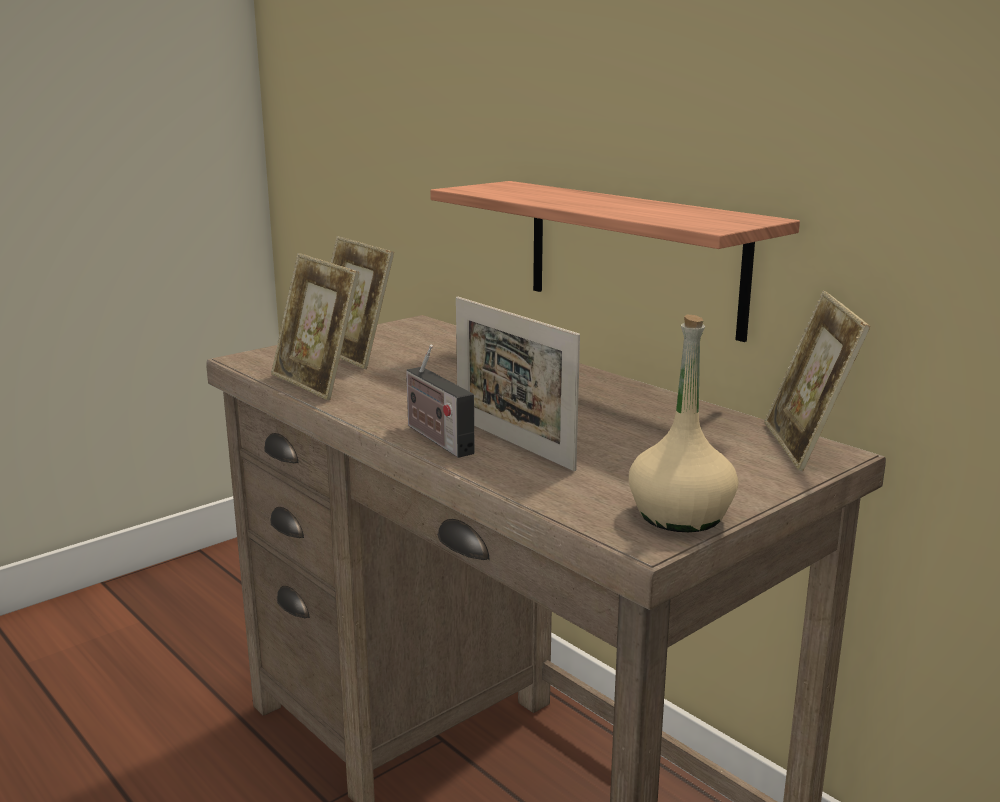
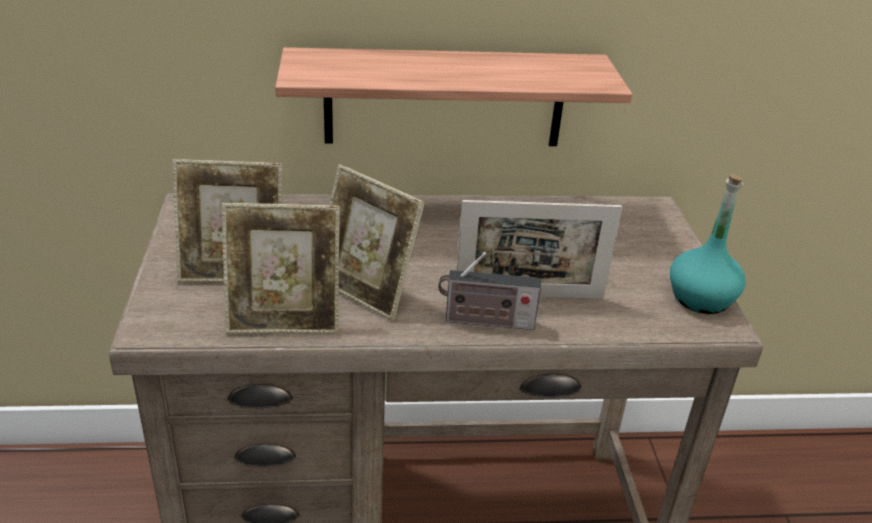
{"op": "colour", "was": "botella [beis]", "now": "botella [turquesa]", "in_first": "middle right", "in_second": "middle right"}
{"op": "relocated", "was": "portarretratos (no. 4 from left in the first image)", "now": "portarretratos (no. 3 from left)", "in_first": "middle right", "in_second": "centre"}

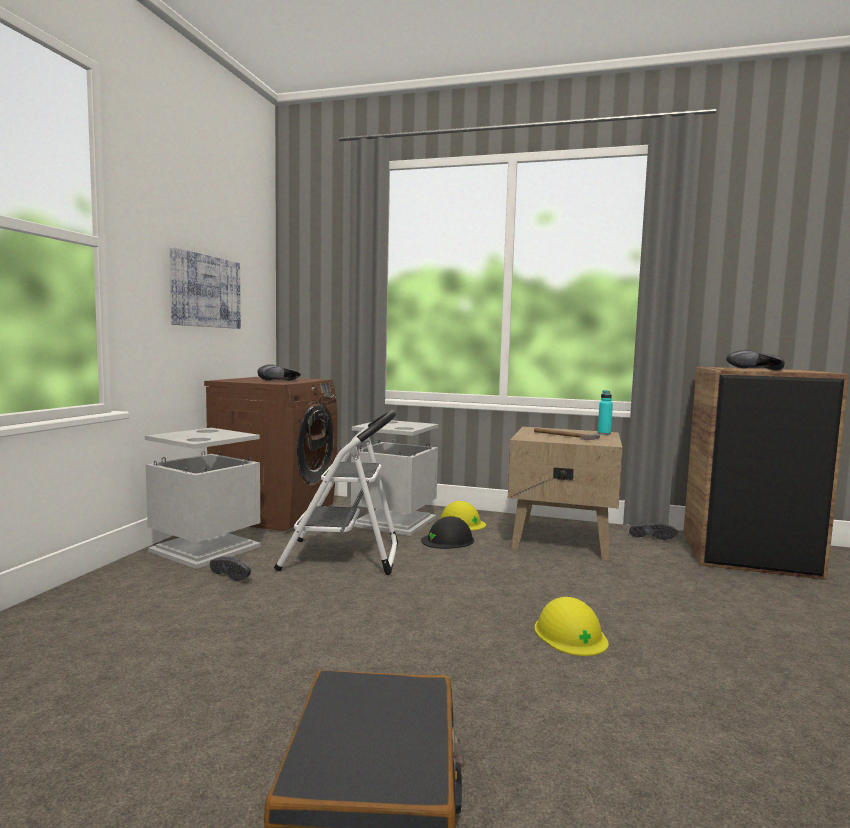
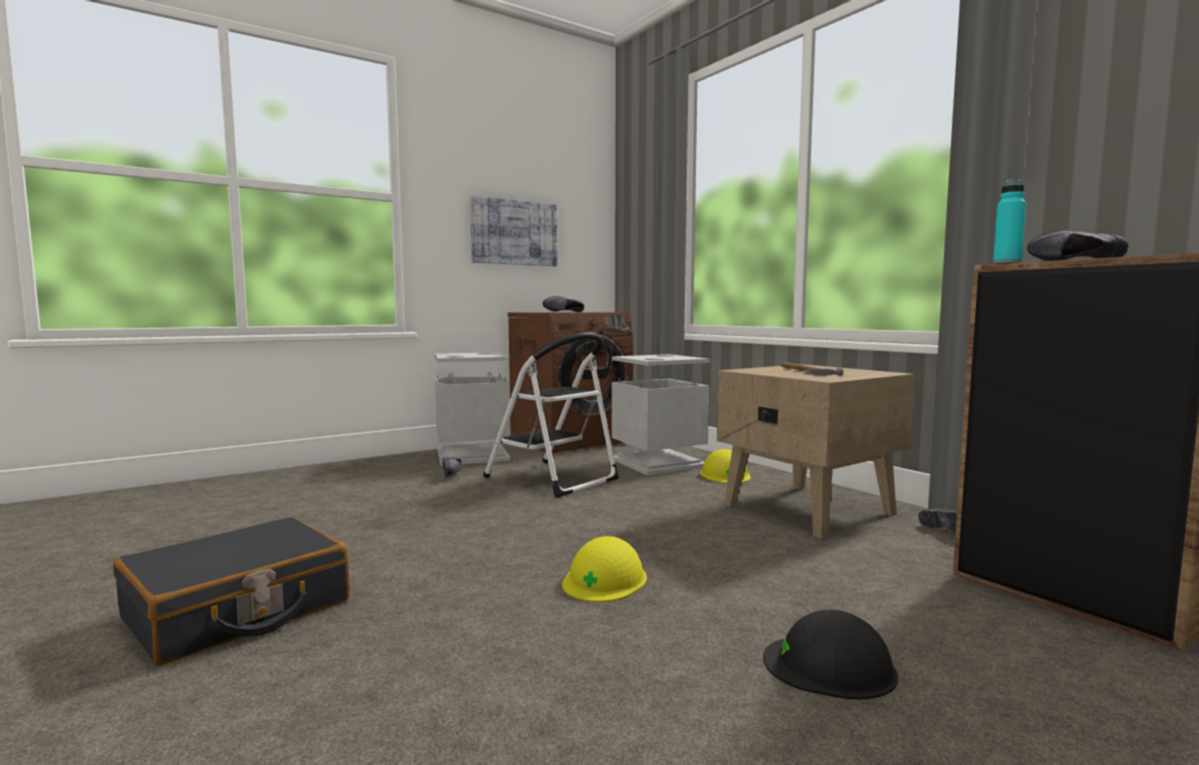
{"op": "relocated", "was": "casco [negro]", "in_first": "centre", "in_second": "bottom right"}
{"op": "relocated", "was": "botella [turquesa]", "in_first": "middle right", "in_second": "top right"}

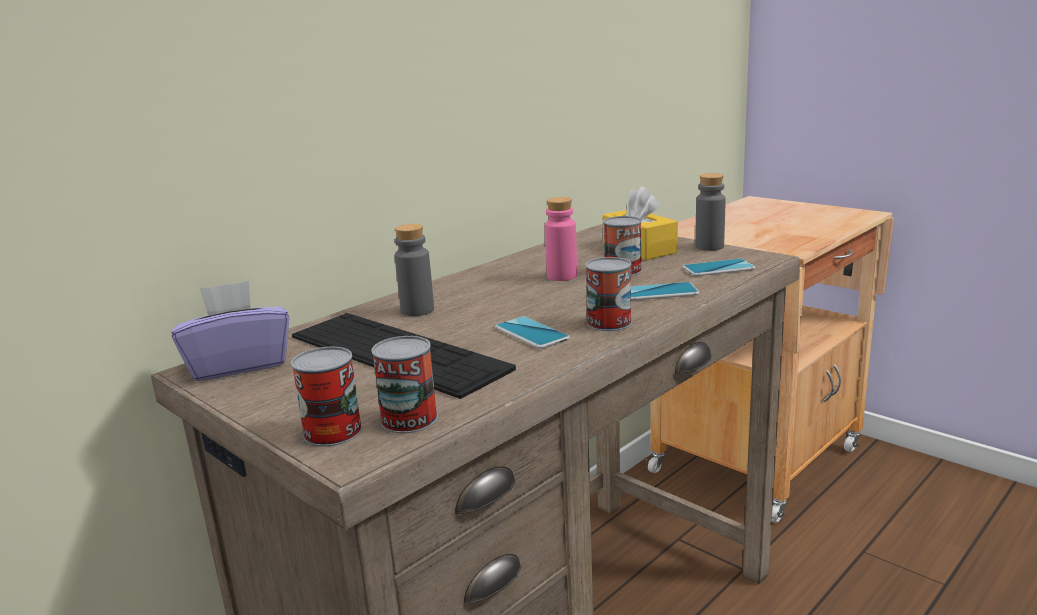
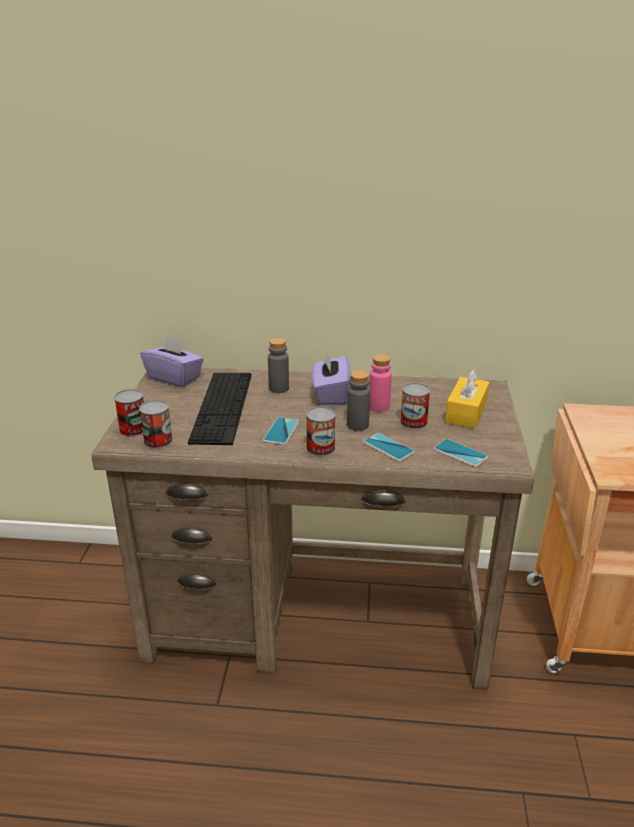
{"op": "relocated", "was": "botella [gris] (no. 2 from left)", "in_first": "middle right", "in_second": "centre"}
{"op": "appeared", "now": "caja de pañuelos [morado] (no. 2 from left)", "in_second": "centre"}

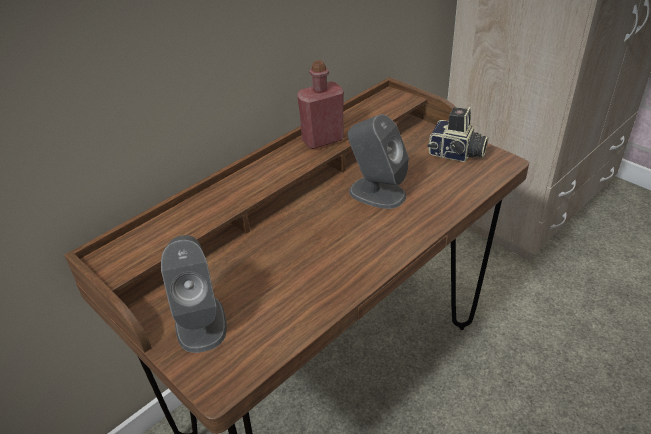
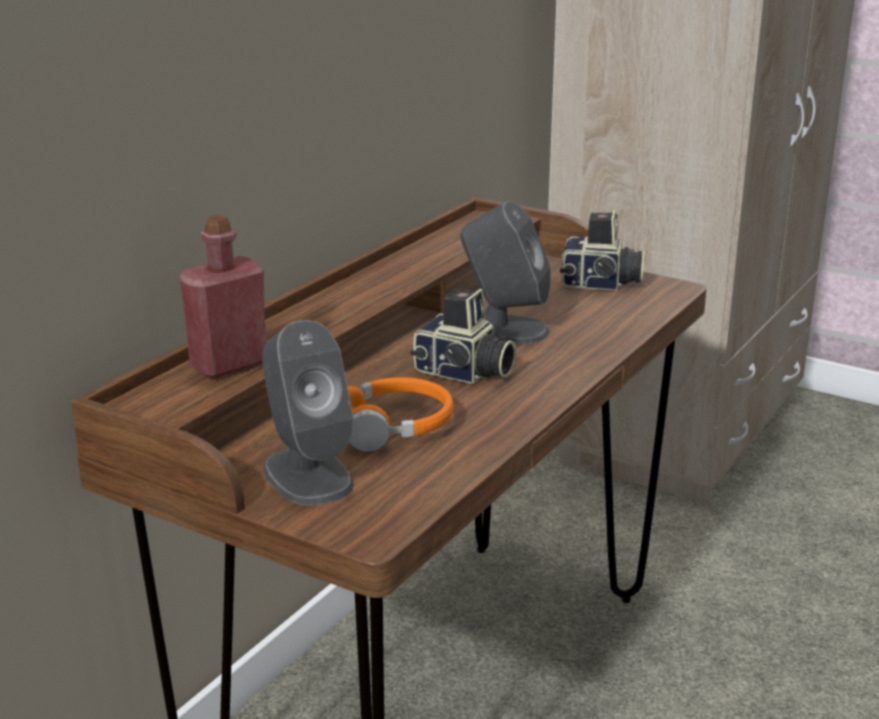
{"op": "relocated", "was": "botella [rojo]", "in_first": "top centre", "in_second": "middle left"}
{"op": "appeared", "now": "auriculares [naranja]", "in_second": "centre"}
{"op": "appeared", "now": "cámara (no. 1 from left)", "in_second": "centre"}

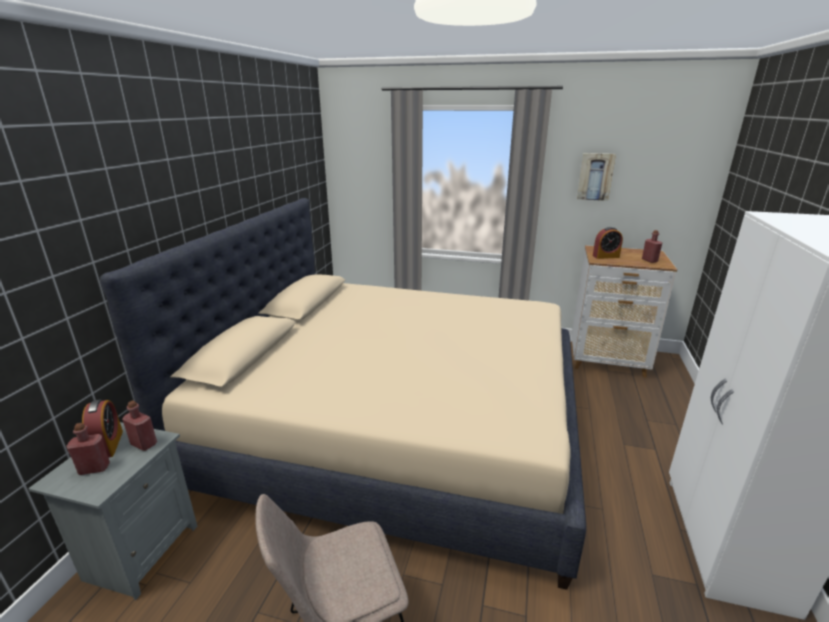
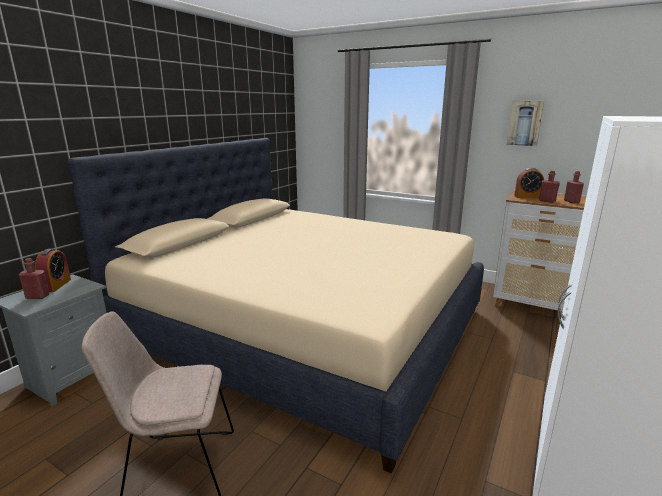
{"op": "relocated", "was": "botella [rojo] (no. 2 from left)", "in_first": "bottom left", "in_second": "middle right"}

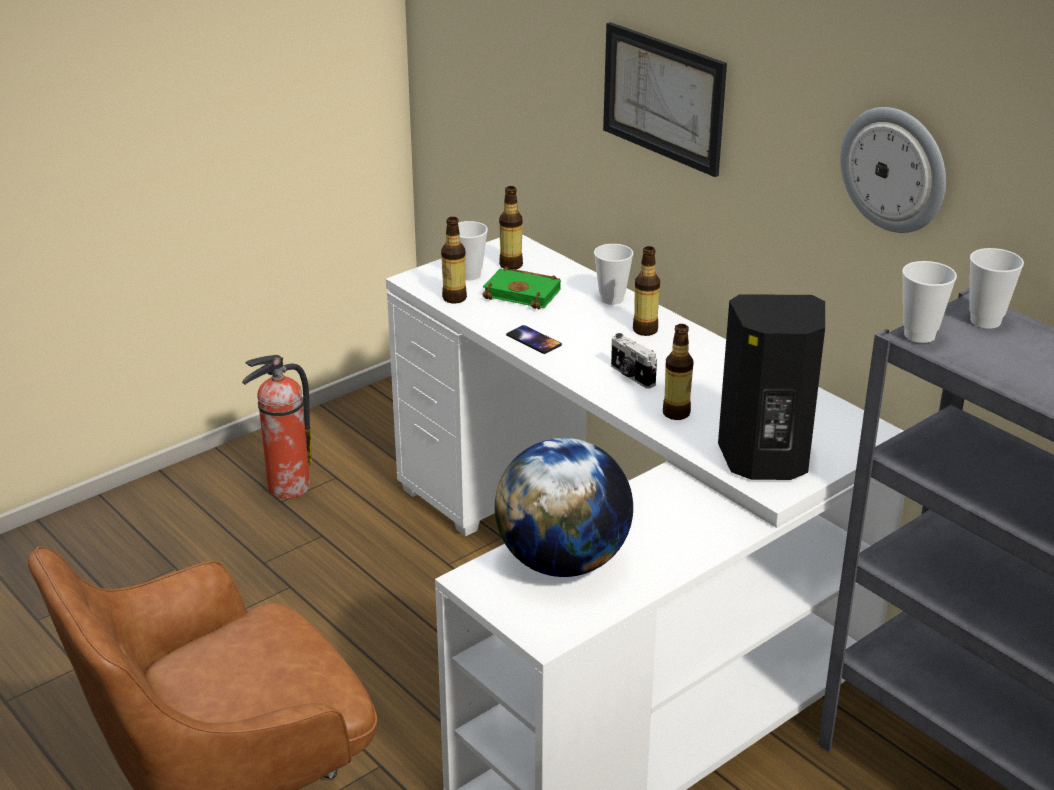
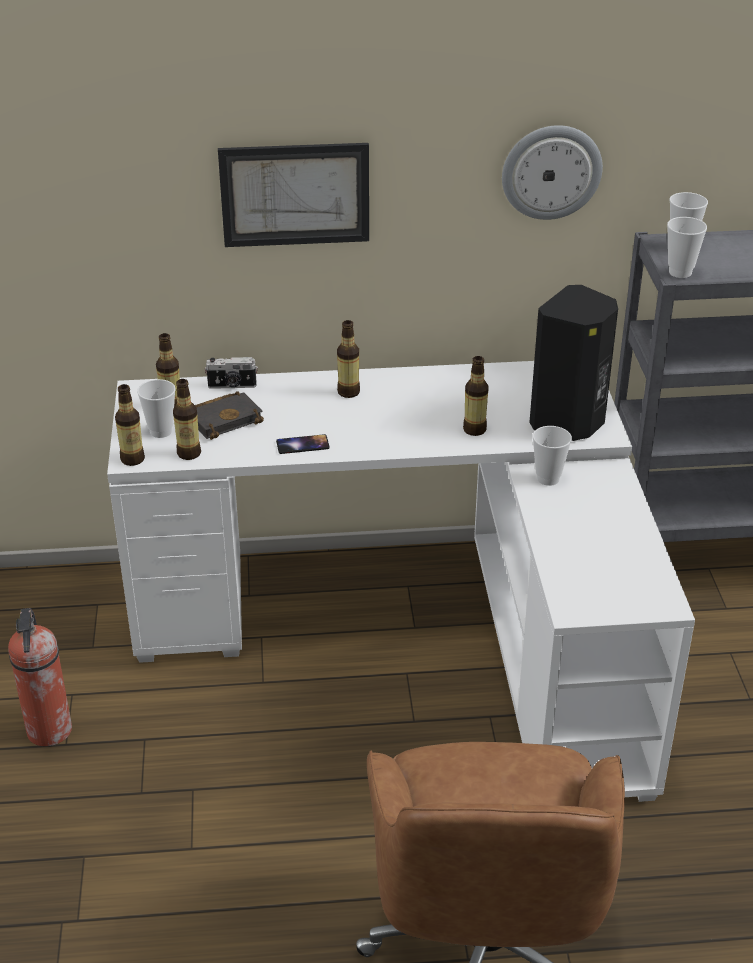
{"op": "colour", "was": "libro [verde]", "now": "libro [negro]", "in_first": "centre", "in_second": "middle left"}
{"op": "missing", "was": "globo terráqueo", "in_first": "centre"}
{"op": "relocated", "was": "taza (no. 2 from left)", "in_first": "centre", "in_second": "middle right"}
{"op": "relocated", "was": "cámara", "in_first": "centre", "in_second": "middle left"}
{"op": "appeared", "now": "botella (no. 1 from left)", "in_second": "middle left"}

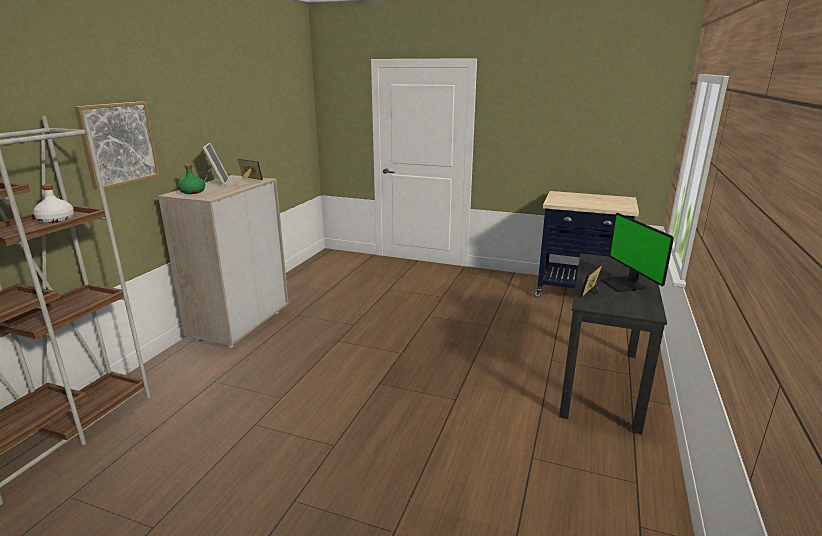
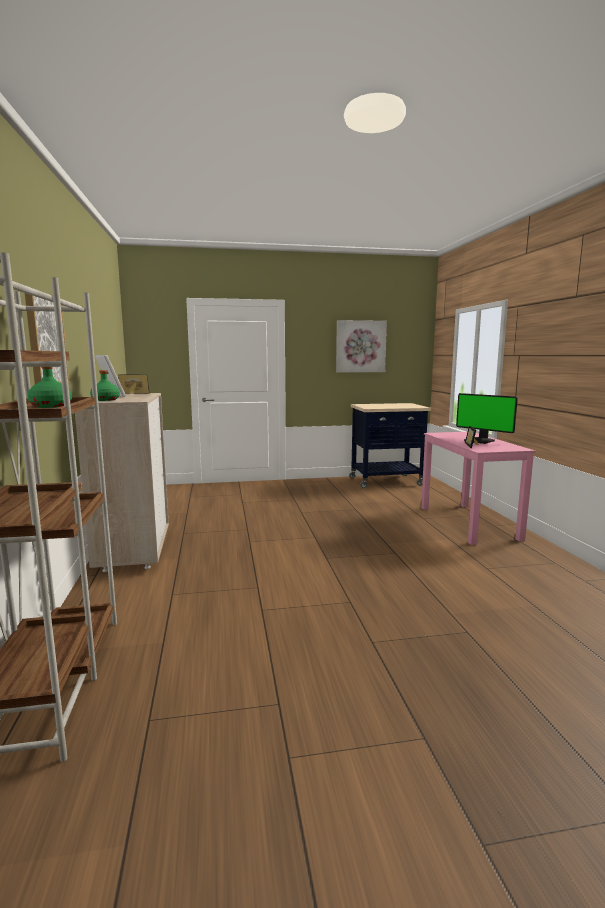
{"op": "colour", "was": "botella [blanco]", "now": "botella [verde] (no. 1 from left)", "in_first": "middle left", "in_second": "middle left"}
{"op": "colour", "was": "escritorio [negro]", "now": "escritorio [rosa]", "in_first": "middle right", "in_second": "middle right"}
{"op": "appeared", "now": "cuadro (no. 2 from left)", "in_second": "centre"}

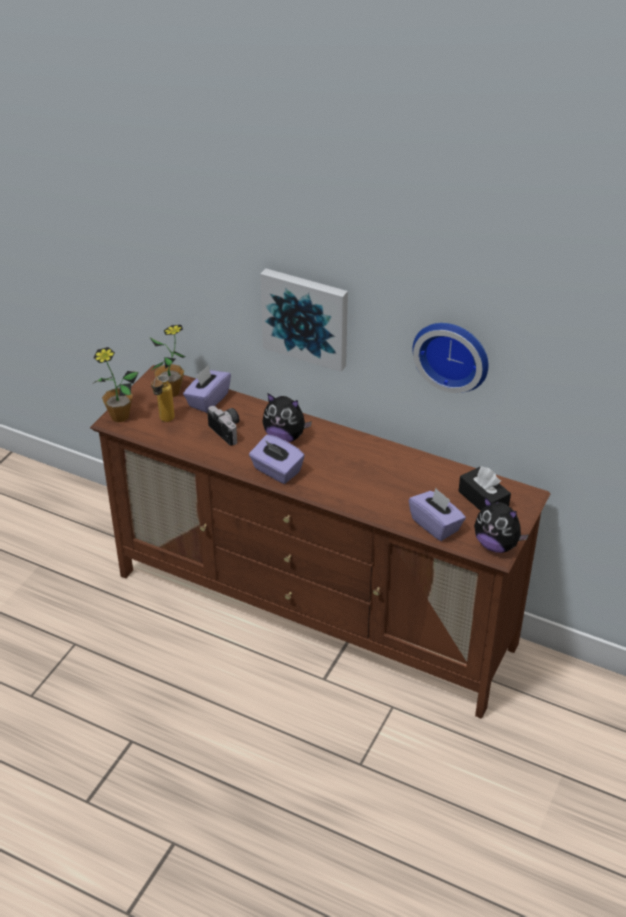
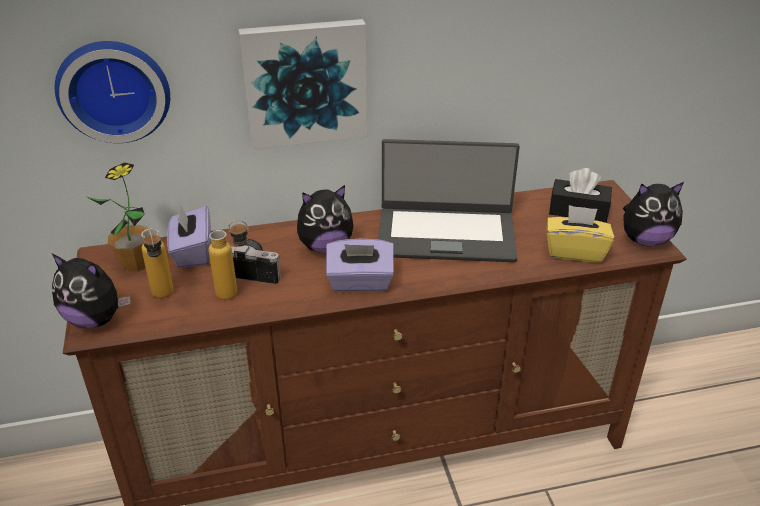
{"op": "exchanged", "was": "planta en maceta (no. 1 from left)", "now": "peluche (no. 1 from left)", "in_first": "middle left", "in_second": "middle left"}
{"op": "colour", "was": "caja de pañuelos [morado] (no. 3 from left)", "now": "caja de pañuelos [amarillo]", "in_first": "middle right", "in_second": "middle right"}
{"op": "relocated", "was": "reloj de pared", "in_first": "middle right", "in_second": "top left"}
{"op": "appeared", "now": "botella (no. 2 from left)", "in_second": "middle left"}
{"op": "appeared", "now": "portátil", "in_second": "centre"}

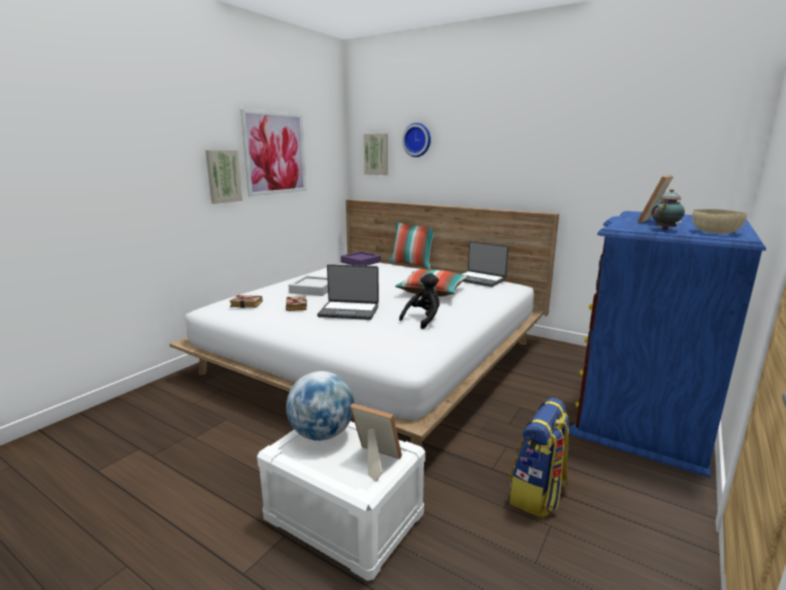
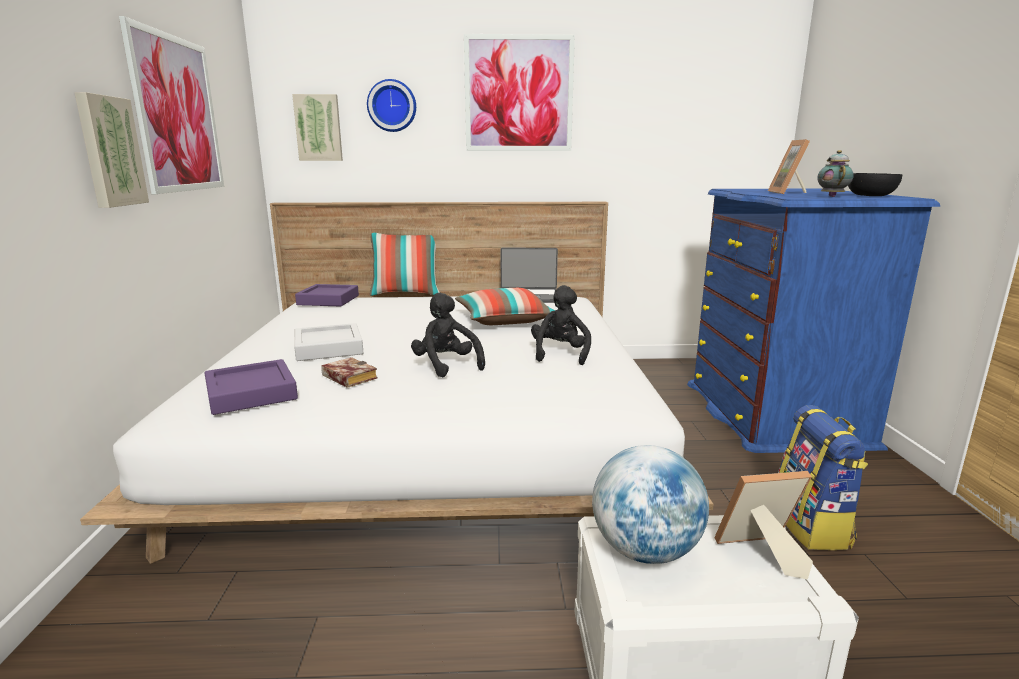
{"op": "exchanged", "was": "libro (no. 1 from left)", "now": "bandeja [morado] (no. 1 from left)", "in_first": "middle left", "in_second": "middle left"}
{"op": "exchanged", "was": "portátil (no. 1 from left)", "now": "peluche [negro] (no. 1 from left)", "in_first": "centre", "in_second": "centre"}
{"op": "colour", "was": "cuenco [beis]", "now": "cuenco [negro]", "in_first": "middle right", "in_second": "top right"}
{"op": "appeared", "now": "cuadro (no. 4 from left)", "in_second": "top centre"}

